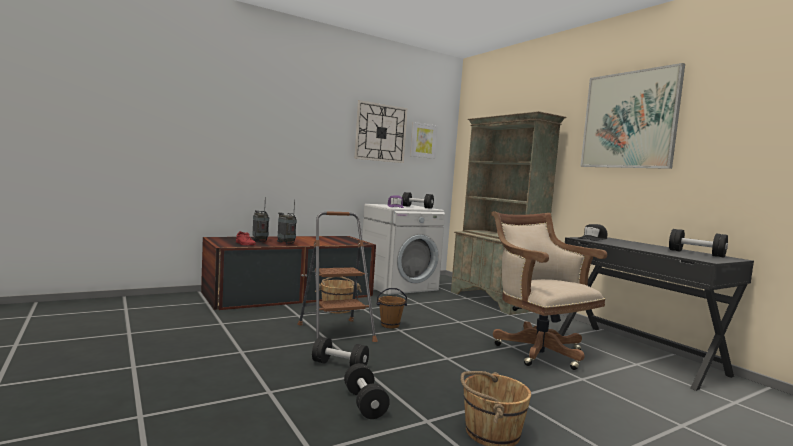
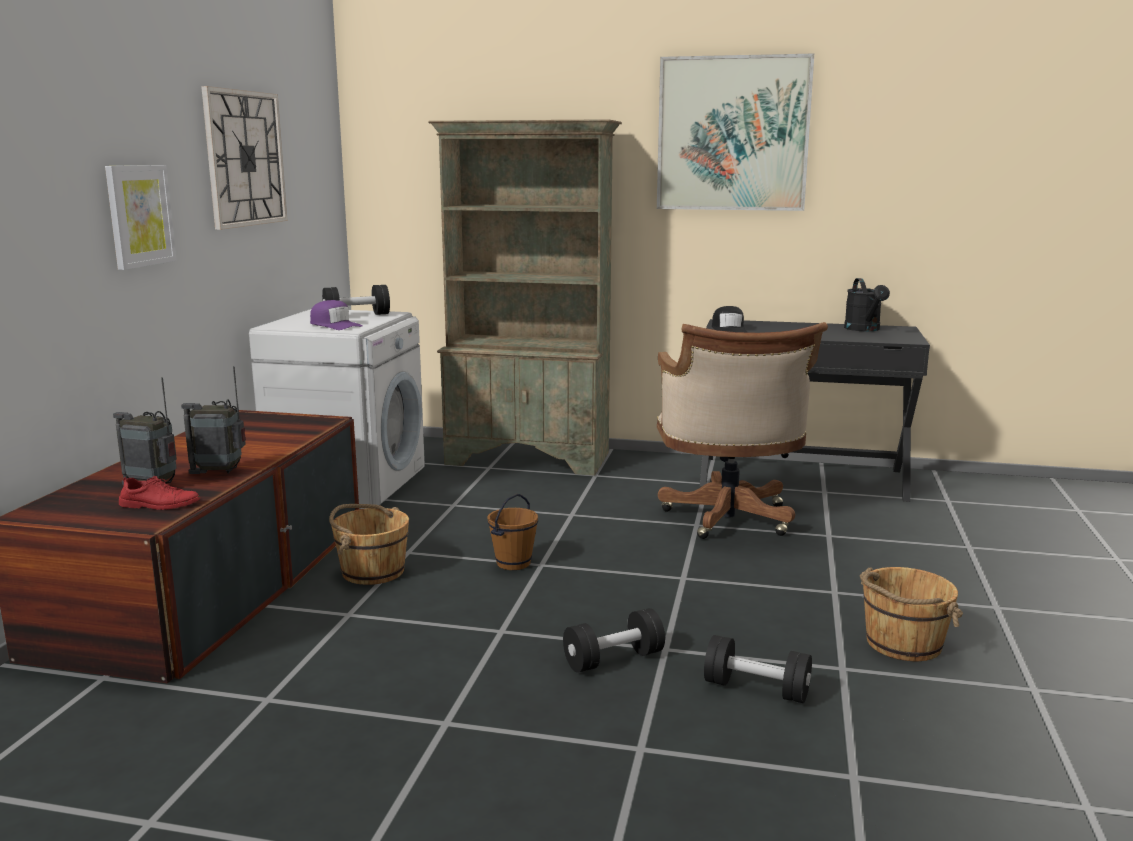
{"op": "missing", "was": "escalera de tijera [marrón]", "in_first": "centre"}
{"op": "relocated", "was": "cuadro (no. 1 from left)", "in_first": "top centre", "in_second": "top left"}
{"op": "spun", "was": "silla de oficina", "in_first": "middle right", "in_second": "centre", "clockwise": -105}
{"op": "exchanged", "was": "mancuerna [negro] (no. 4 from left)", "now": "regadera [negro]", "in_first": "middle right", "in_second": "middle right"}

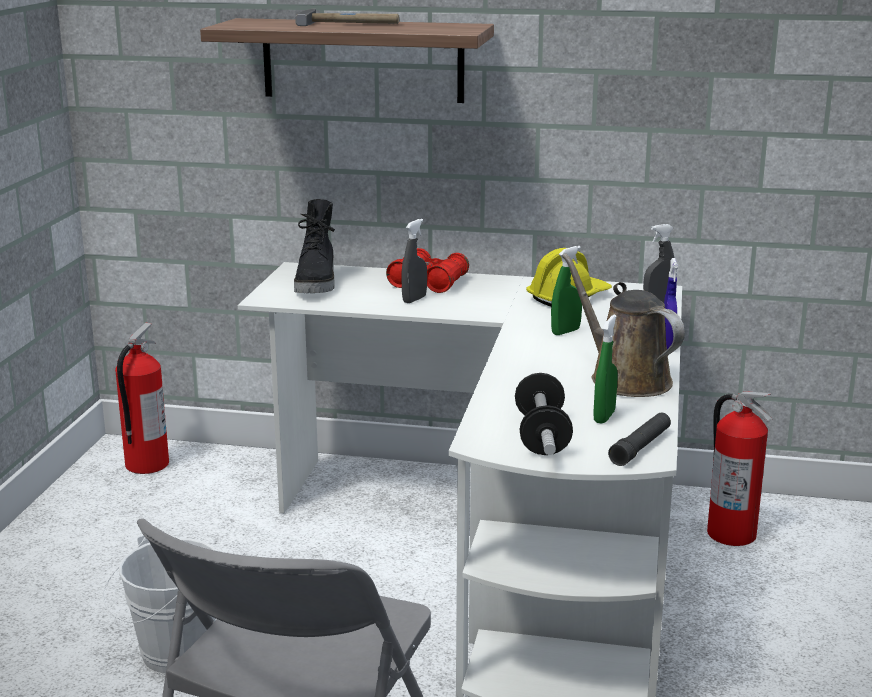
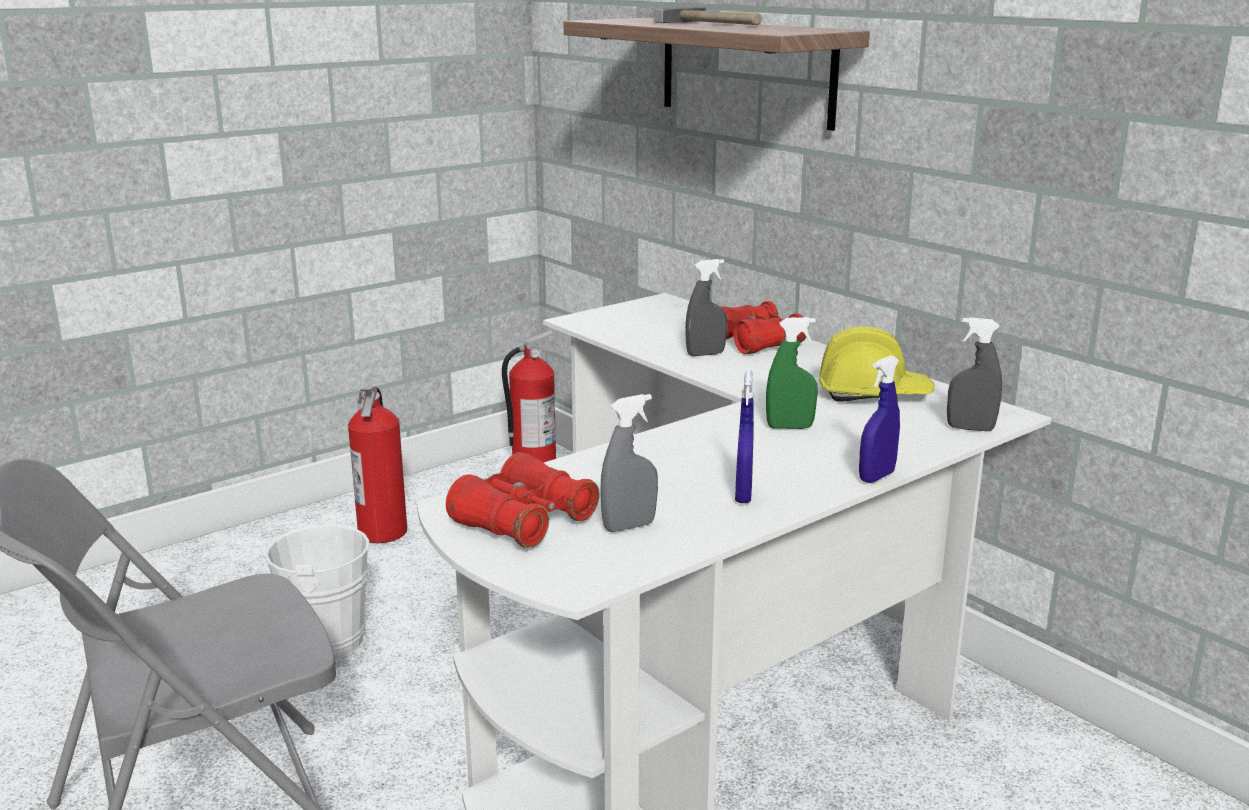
{"op": "missing", "was": "bota [negro]", "in_first": "centre"}
{"op": "exchanged", "was": "mancuerna", "now": "prismáticos [rojo] (no. 1 from left)", "in_first": "centre", "in_second": "centre"}
{"op": "exchanged", "was": "regadera [marrón]", "now": "pulverizador [azul] (no. 1 from left)", "in_first": "middle right", "in_second": "centre"}
{"op": "colour", "was": "pulverizador [verde] (no. 2 from left)", "now": "pulverizador [gris] (no. 1 from left)", "in_first": "middle right", "in_second": "centre"}
{"op": "missing", "was": "linterna [negro]", "in_first": "middle right"}
{"op": "relocated", "was": "extintor (no. 2 from left in the first image)", "now": "extintor (no. 1 from left)", "in_first": "bottom right", "in_second": "middle left"}

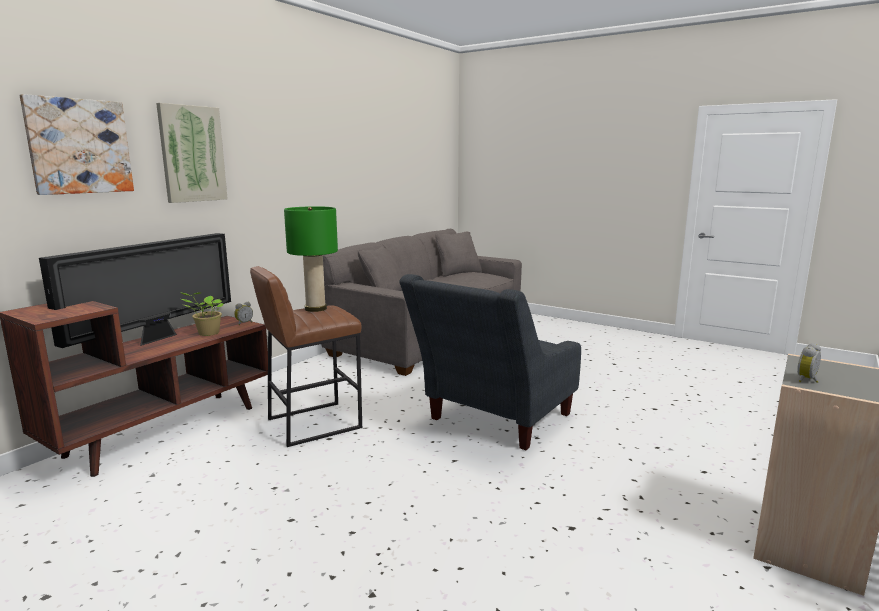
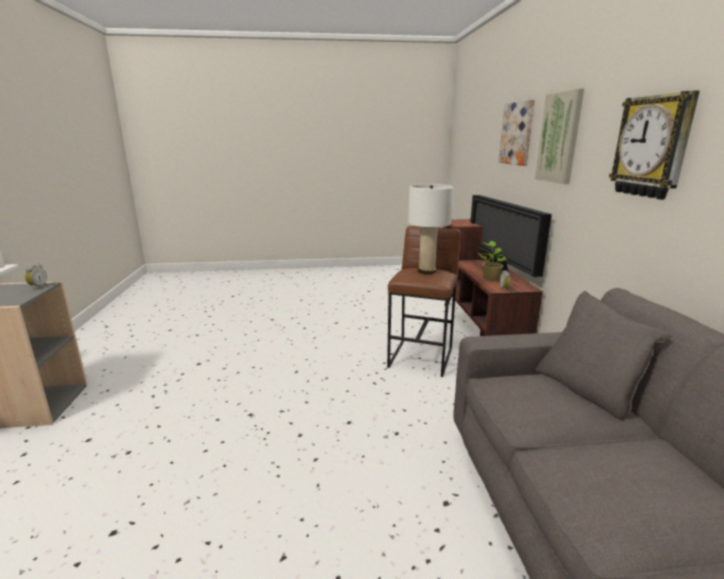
{"op": "colour", "was": "lámpara de mesa [verde]", "now": "lámpara de mesa [blanco]", "in_first": "centre", "in_second": "centre"}
{"op": "missing", "was": "sillón [gris]", "in_first": "centre"}
{"op": "appeared", "now": "reloj de pared", "in_second": "top right"}

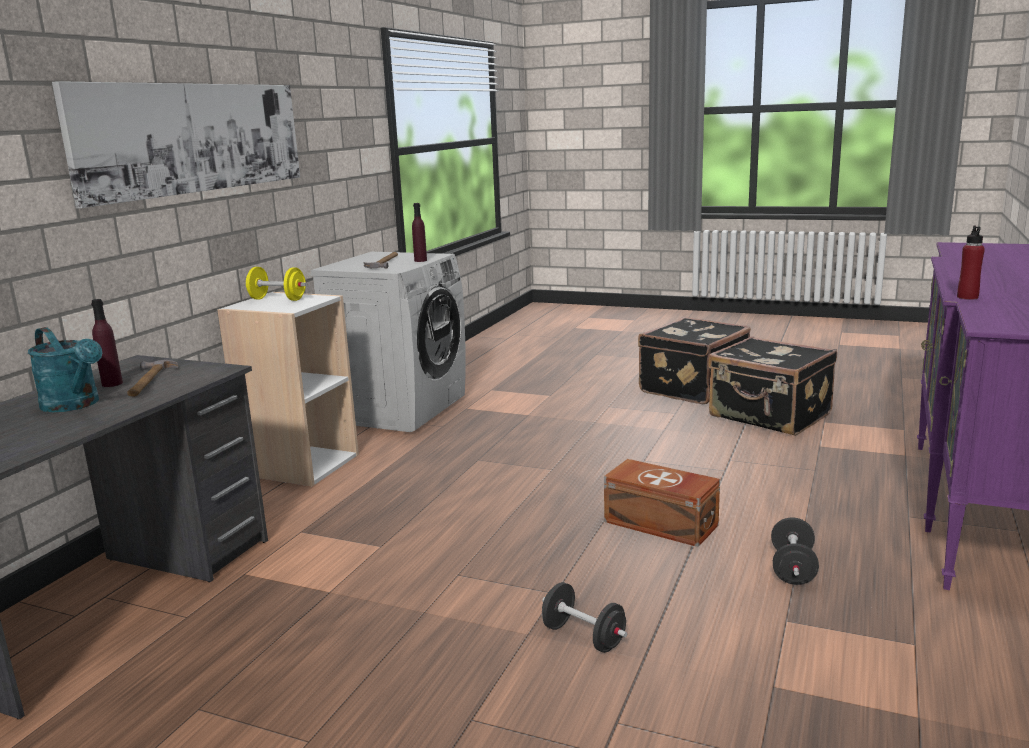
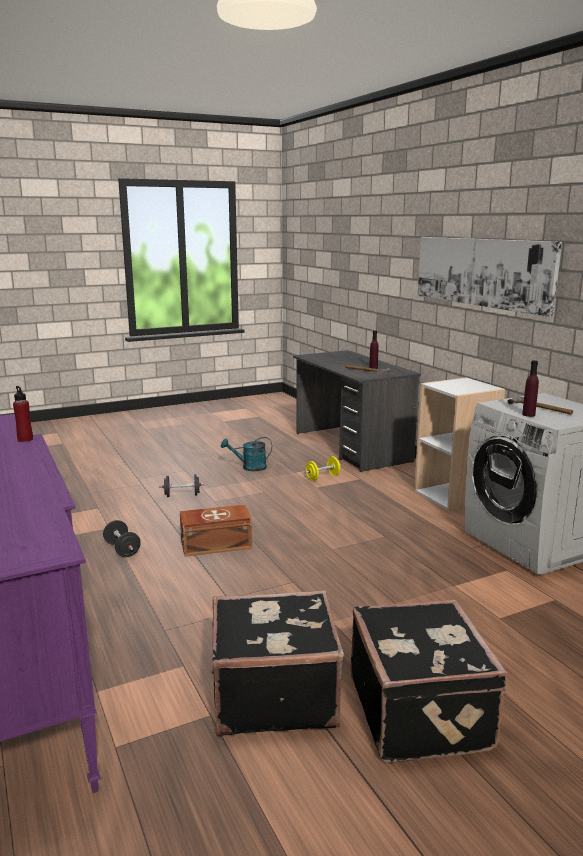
{"op": "relocated", "was": "regadera [turquesa]", "in_first": "middle left", "in_second": "centre"}
{"op": "relocated", "was": "mancuerna [amarillo]", "in_first": "middle left", "in_second": "centre"}

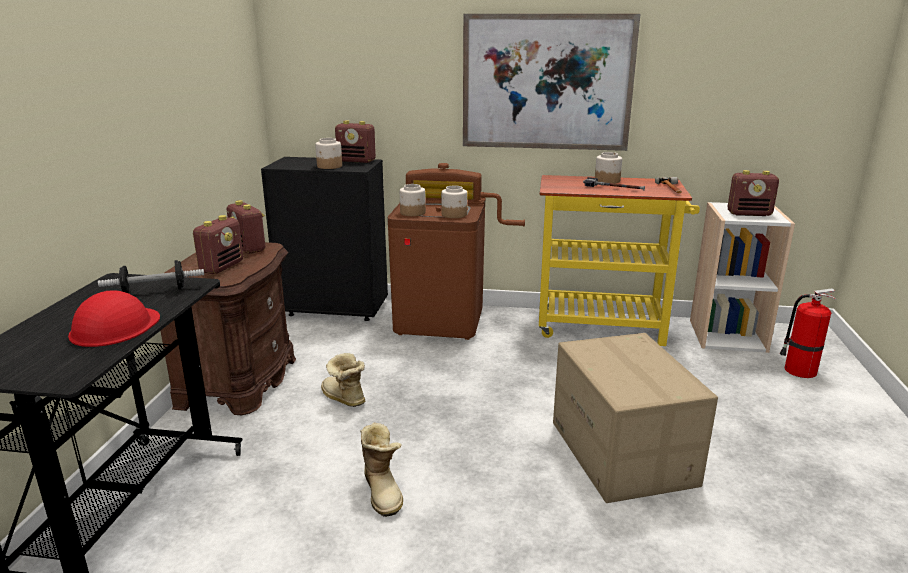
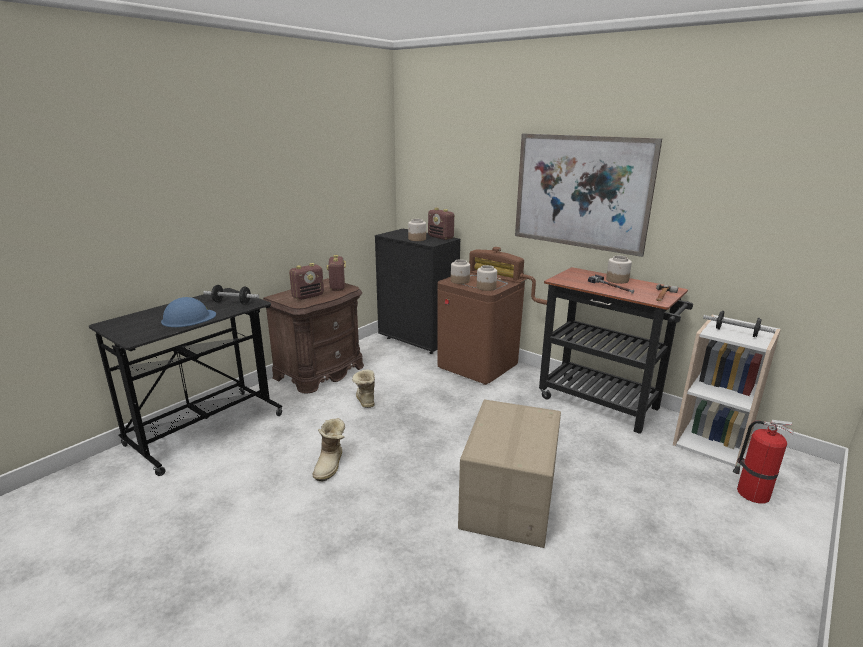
{"op": "colour", "was": "casco [rojo]", "now": "casco [azul]", "in_first": "middle left", "in_second": "middle left"}
{"op": "colour", "was": "carrito [amarillo]", "now": "carrito [negro]", "in_first": "middle right", "in_second": "middle right"}
{"op": "exchanged", "was": "radio (no. 4 from left)", "now": "mancuerna (no. 2 from left)", "in_first": "middle right", "in_second": "middle right"}

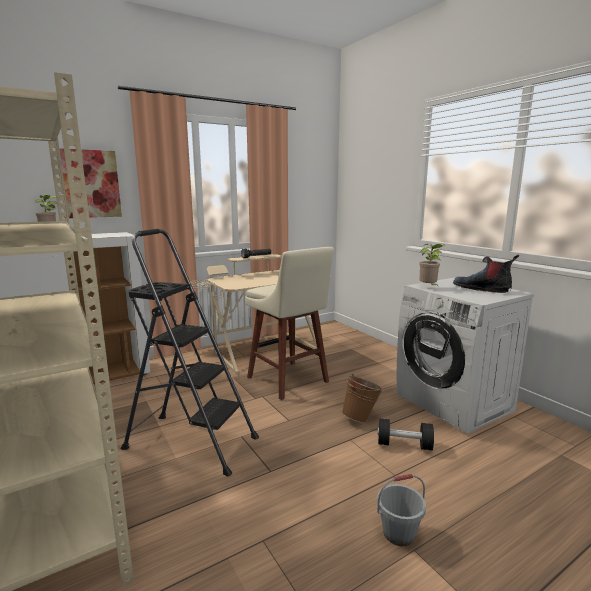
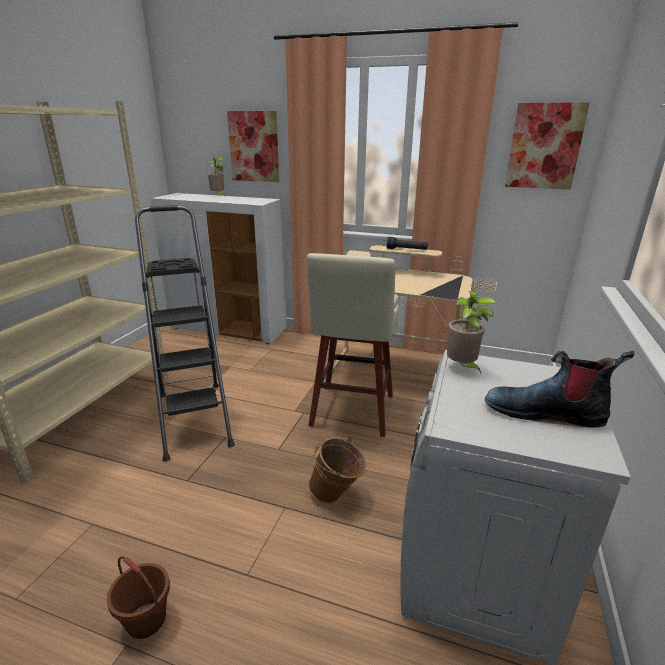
{"op": "missing", "was": "mancuerna [negro]", "in_first": "bottom right"}
{"op": "colour", "was": "cubo [gris]", "now": "cubo [marrón] (no. 1 from left)", "in_first": "bottom right", "in_second": "bottom left"}
{"op": "spun", "was": "bota", "in_first": "middle right", "in_second": "middle right", "clockwise": -75}
{"op": "appeared", "now": "cuadro (no. 2 from left)", "in_second": "top right"}

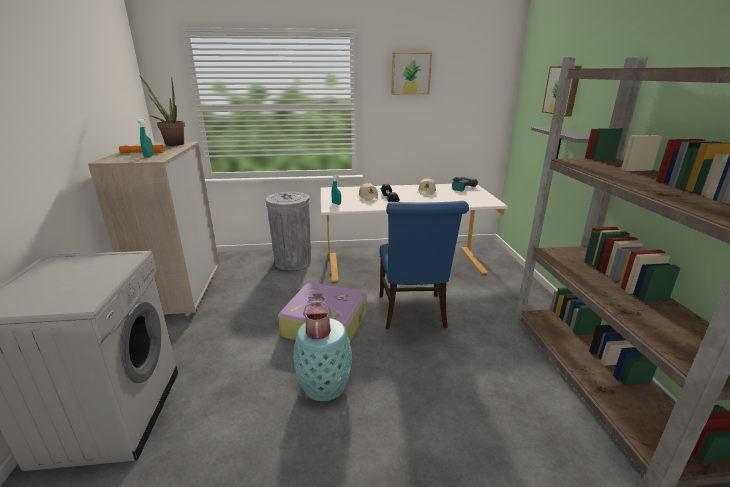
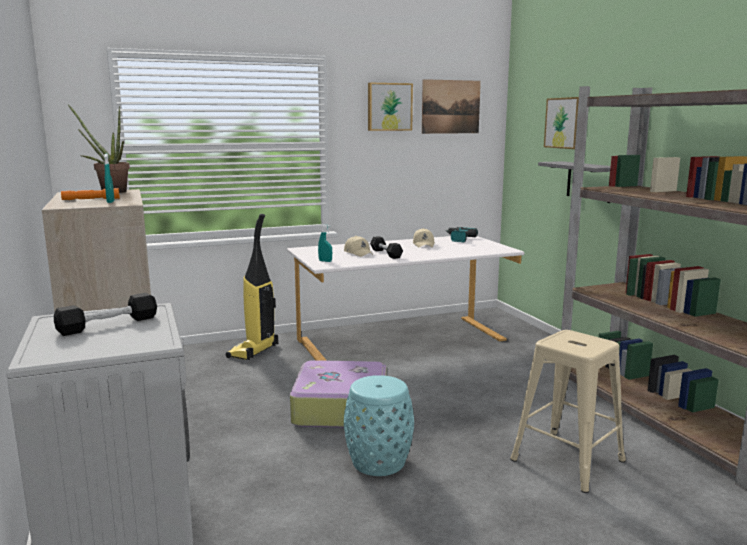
{"op": "exchanged", "was": "papelera [gris]", "now": "aspiradora", "in_first": "centre", "in_second": "centre"}
{"op": "missing", "was": "regadera", "in_first": "centre"}
{"op": "missing", "was": "silla [azul]", "in_first": "centre"}
{"op": "appeared", "now": "mancuerna [negro] (no. 1 from left)", "in_second": "middle left"}
{"op": "appeared", "now": "cuadro (no. 2 from left)", "in_second": "top centre"}
{"op": "appeared", "now": "taburete [beis]", "in_second": "bottom right"}

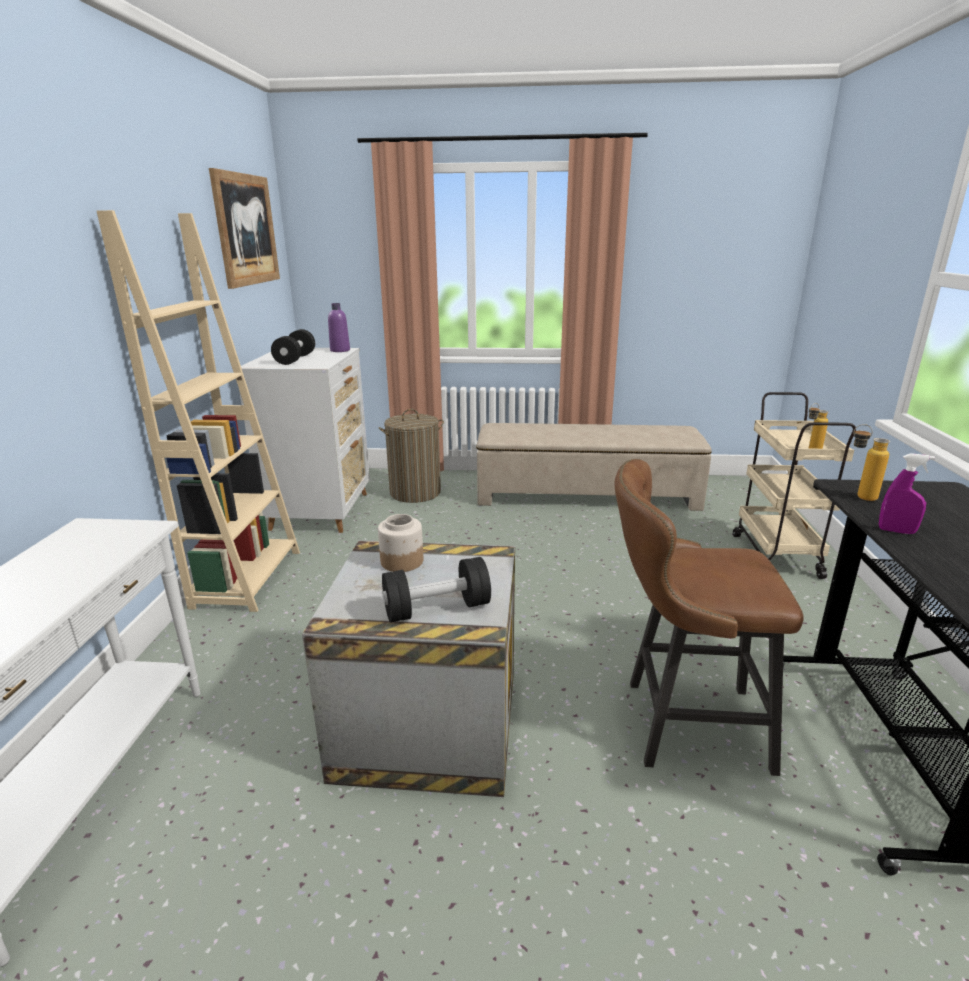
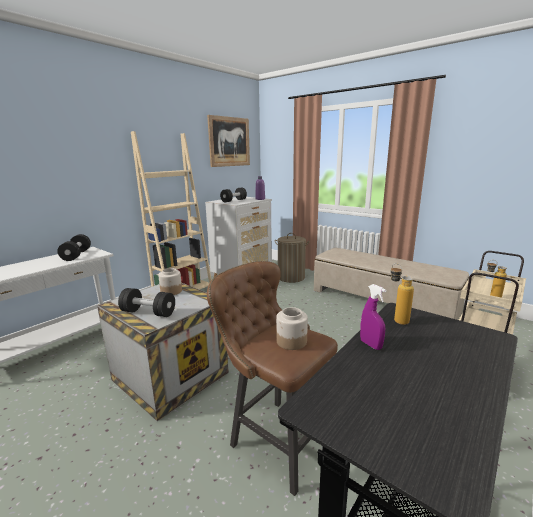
{"op": "appeared", "now": "mancuerna [negro] (no. 1 from left)", "in_second": "middle left"}
{"op": "appeared", "now": "tarro (no. 2 from left)", "in_second": "centre"}

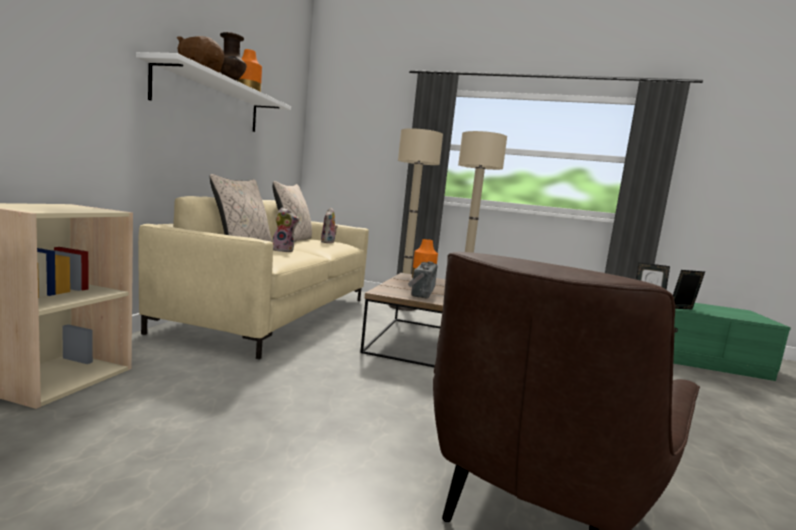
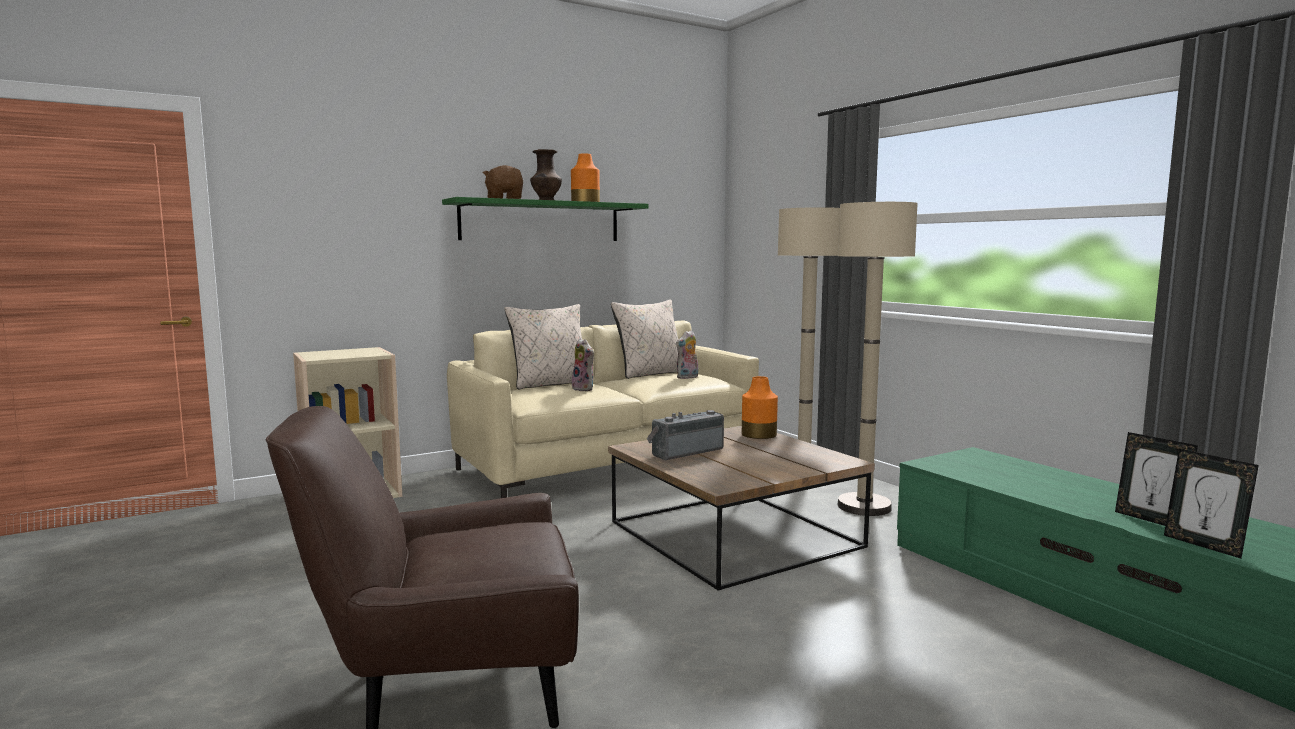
{"op": "colour", "was": "estante [blanco]", "now": "estante [verde]", "in_first": "top left", "in_second": "top centre"}
{"op": "spun", "was": "portarretratos (no. 2 from left)", "in_first": "middle right", "in_second": "bottom right", "clockwise": -150}

